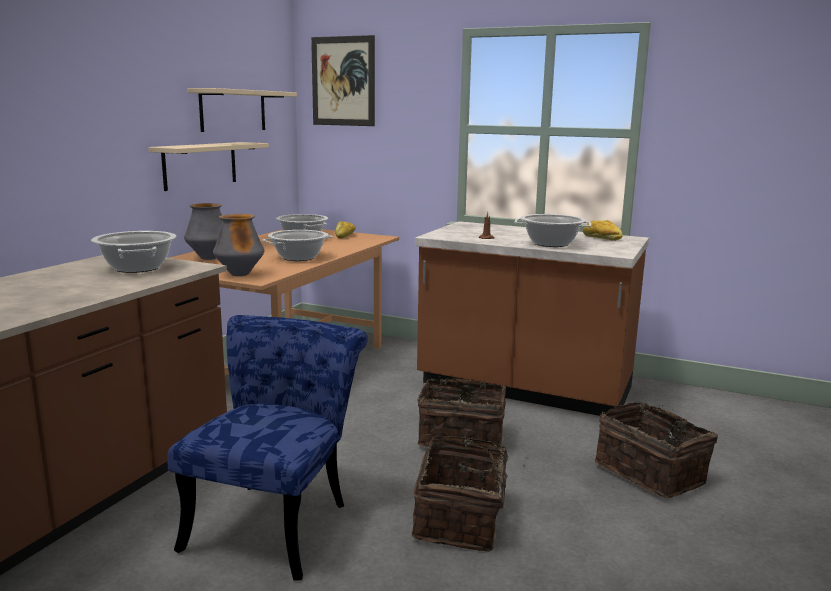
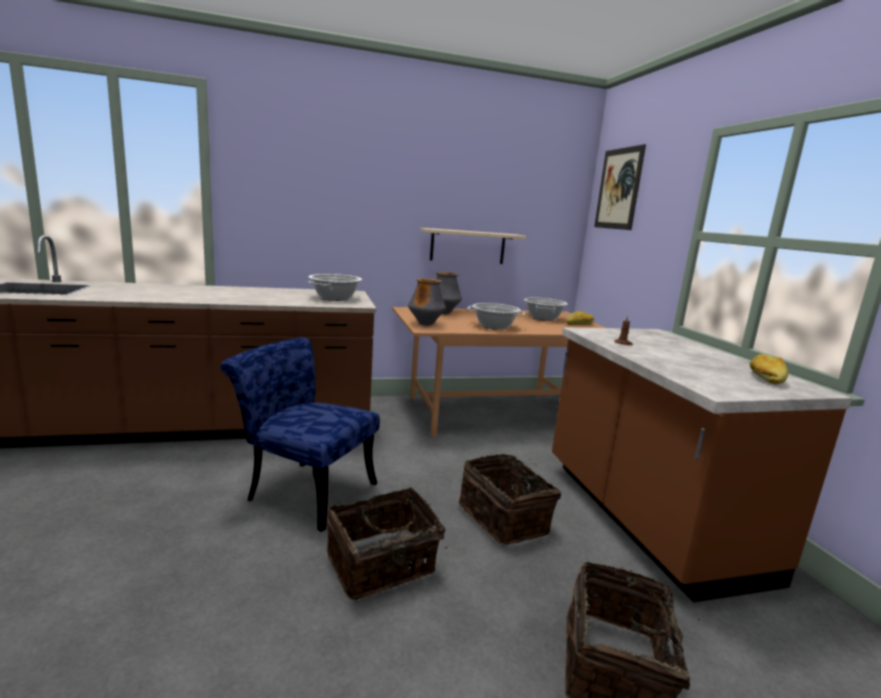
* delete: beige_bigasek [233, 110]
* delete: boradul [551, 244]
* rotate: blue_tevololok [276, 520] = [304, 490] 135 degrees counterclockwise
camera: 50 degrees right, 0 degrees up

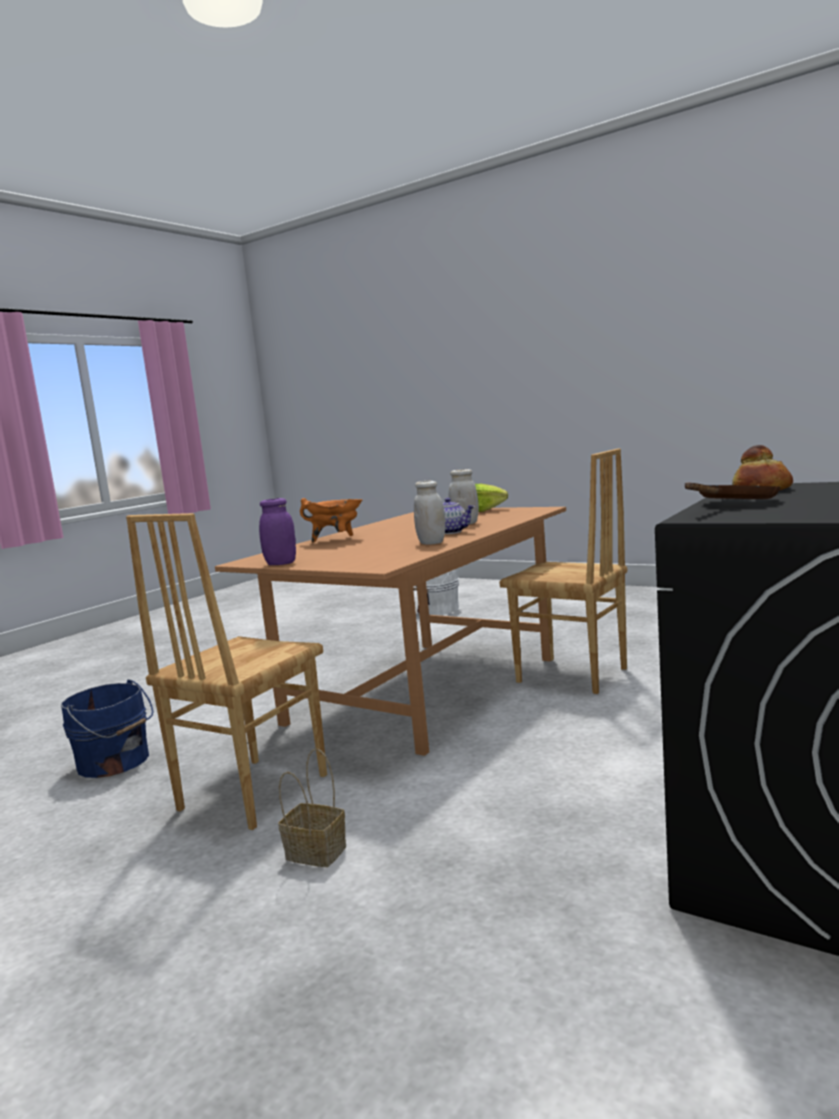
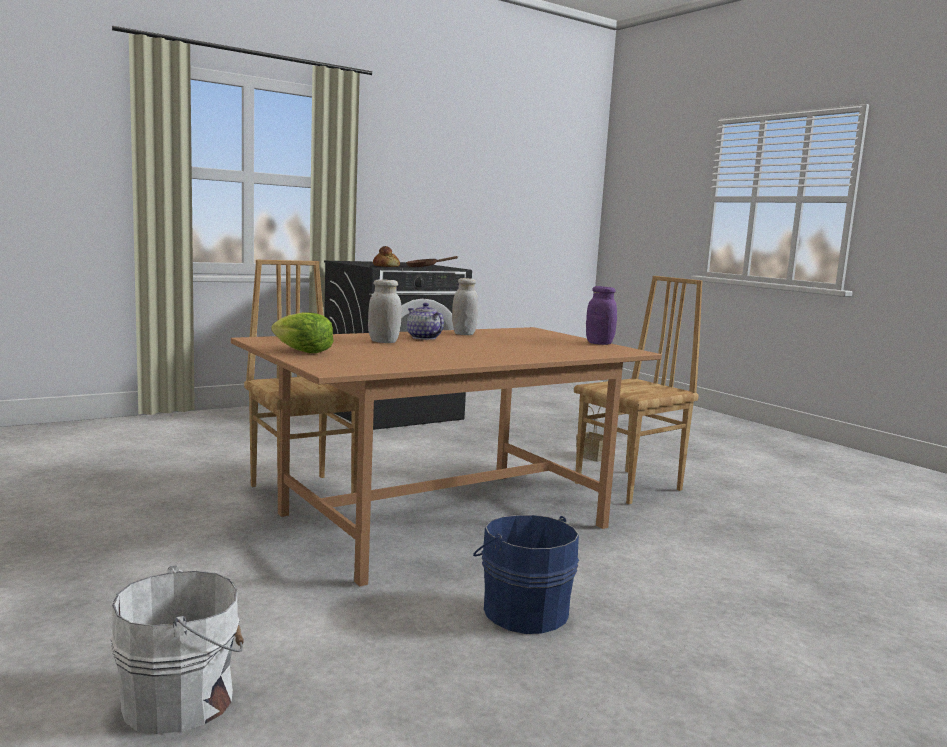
* delete: orange_boradul [337, 540]
* move: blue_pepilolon [115, 763] to [523, 611]
camera: 160 degrees left, 0 degrees up

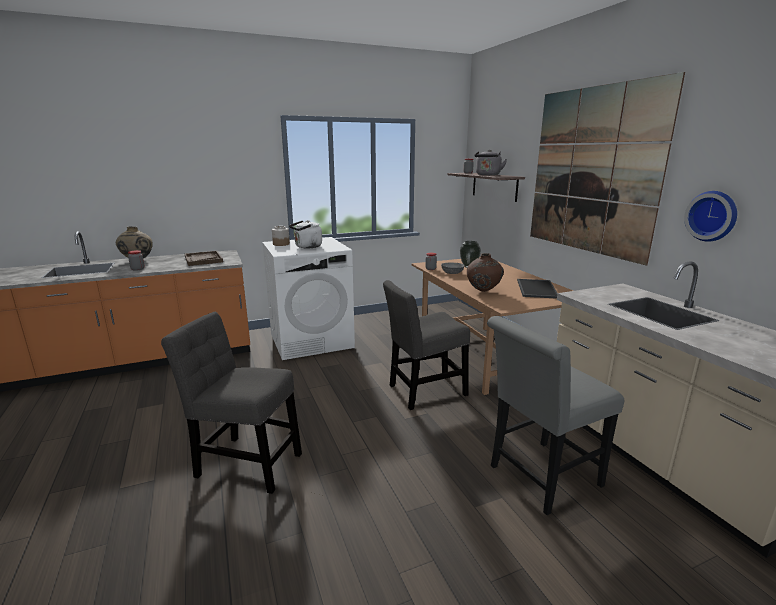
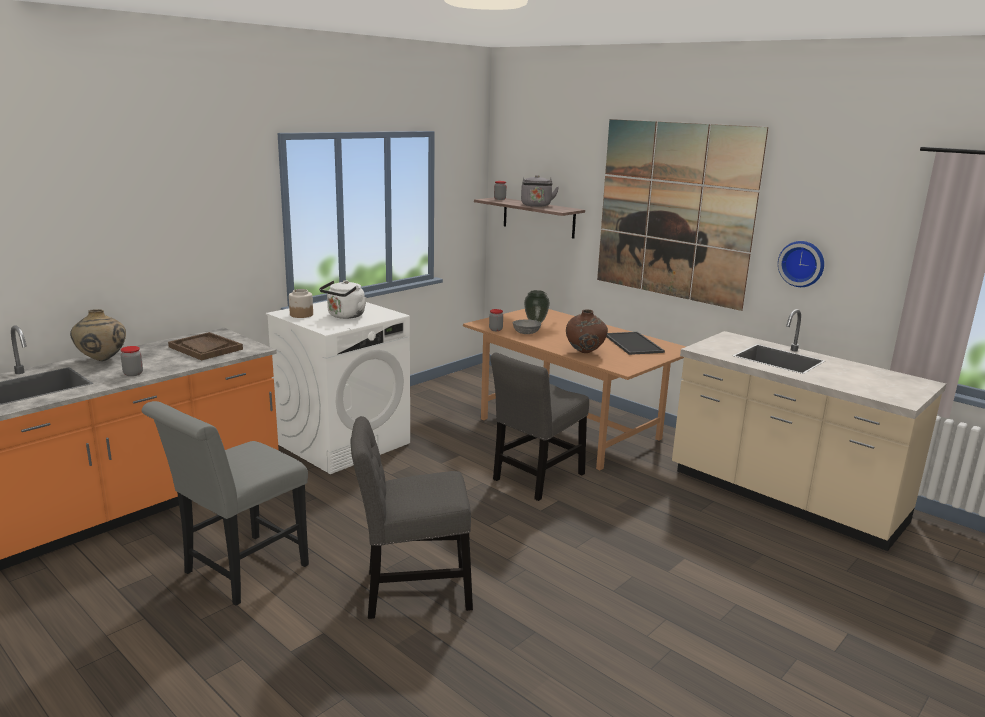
* move: grey_tevololok [539, 478] to [239, 572]
camera: 25 degrees left, 0 degrees up

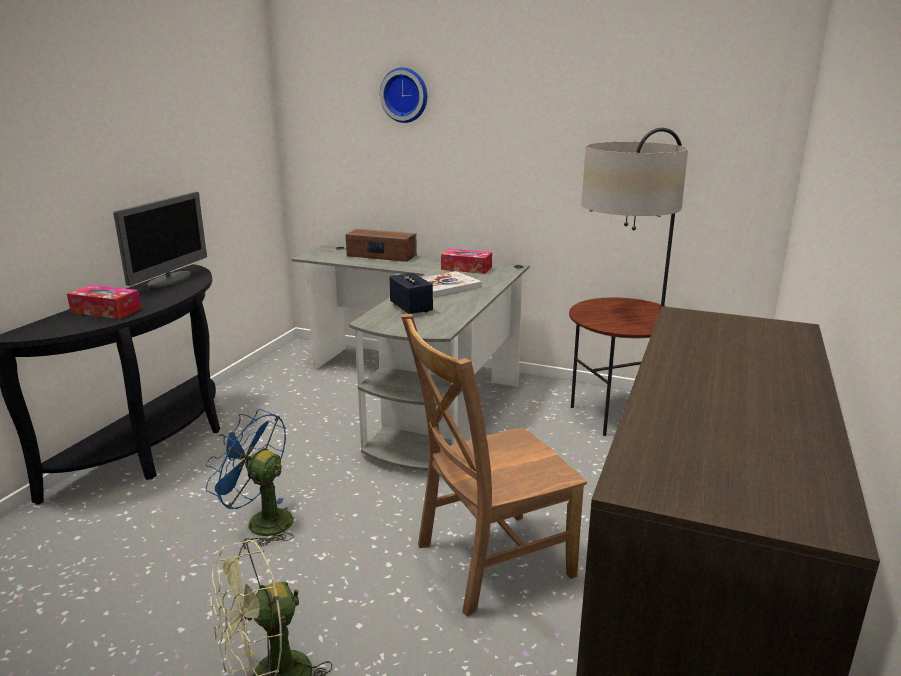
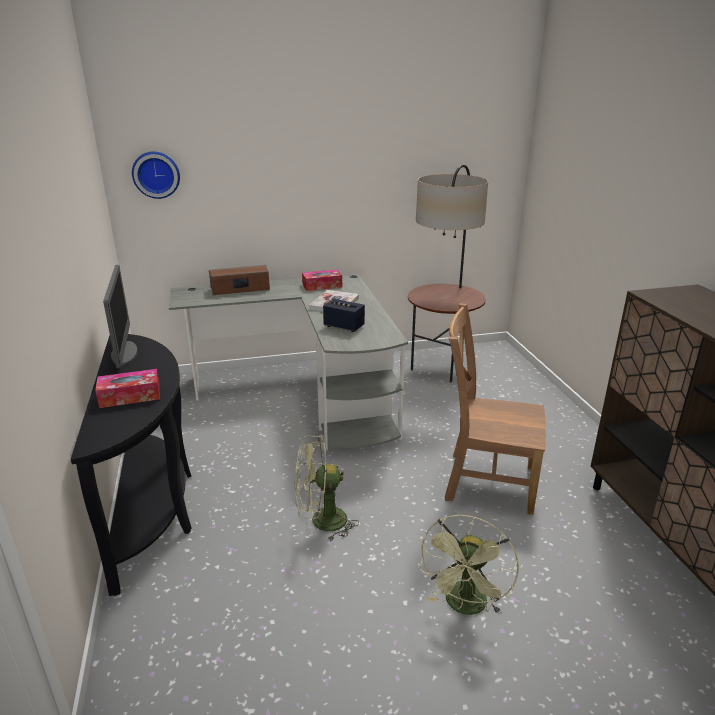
* move: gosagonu [405, 95] to [156, 174]
* recolor: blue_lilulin [261, 521] to green_lilulin [321, 522]
* rotate: brown_tevololok [488, 562] = [485, 482] 75 degrees clockwise
camera: 35 degrees left, 5 degrees up

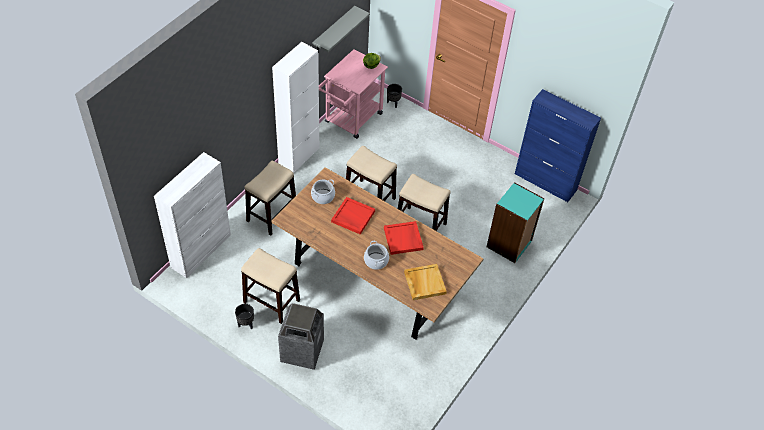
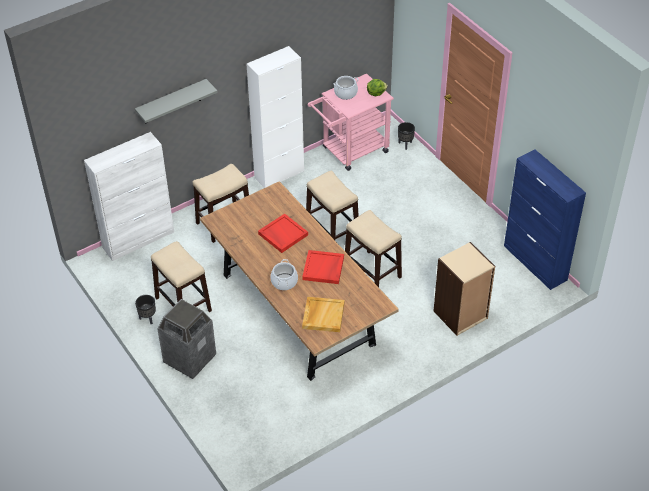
* move: boradul [323, 196] to [345, 93]
* move: grey_bigasek [333, 31] to [172, 102]
* recolor: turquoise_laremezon [509, 244] to beige_laremezon [460, 315]
camera: 25 degrees right, 5 degrees down

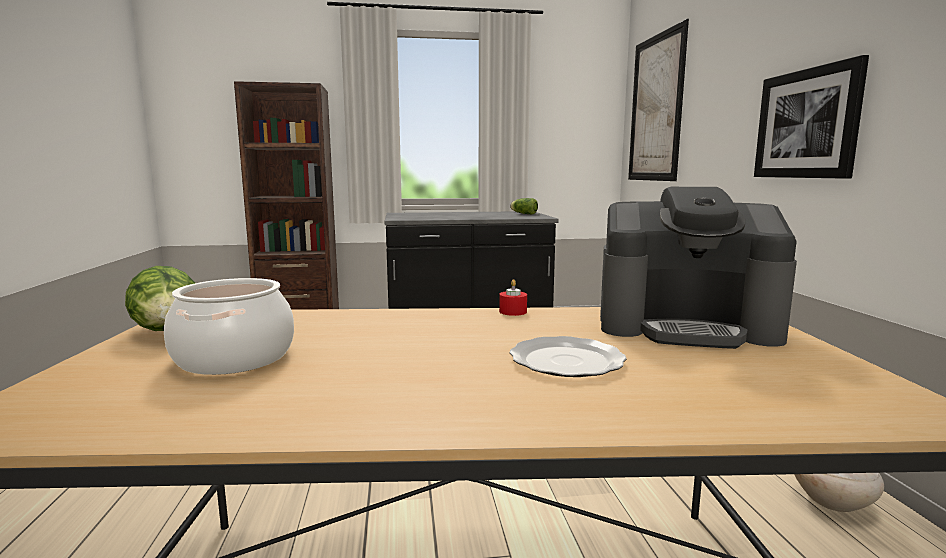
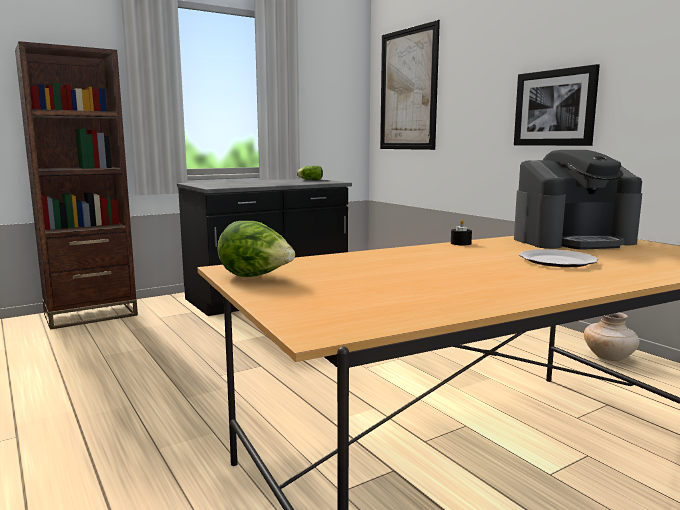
* delete: boradul [234, 358]
* recolor: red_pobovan [513, 311] to black_pobovan [460, 243]
camera: 25 degrees left, 0 degrees up

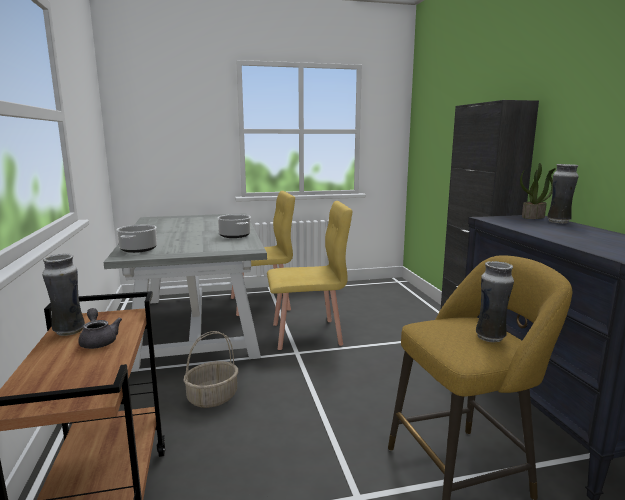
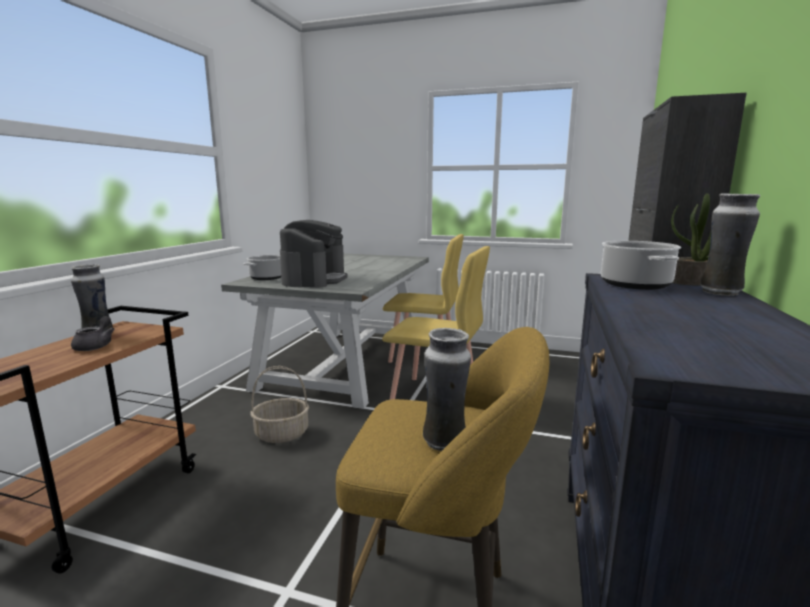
* insert: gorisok [314, 279]
* move: boradul [235, 235] to [636, 285]
camera: 30 degrees right, 0 degrees up

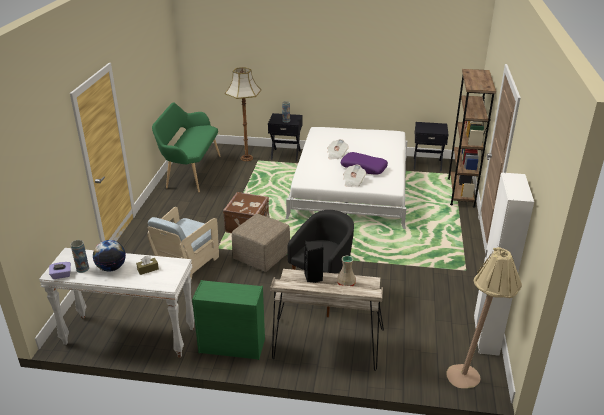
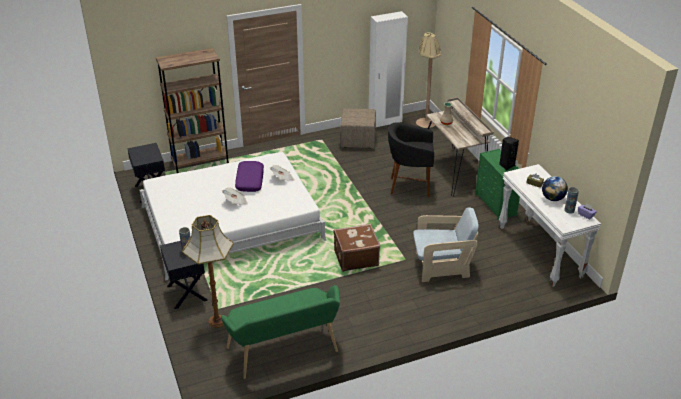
* move: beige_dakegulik [261, 257] to [358, 140]
* move: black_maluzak [313, 278] to [506, 165]
camera: 120 degrees left, 5 degrees up

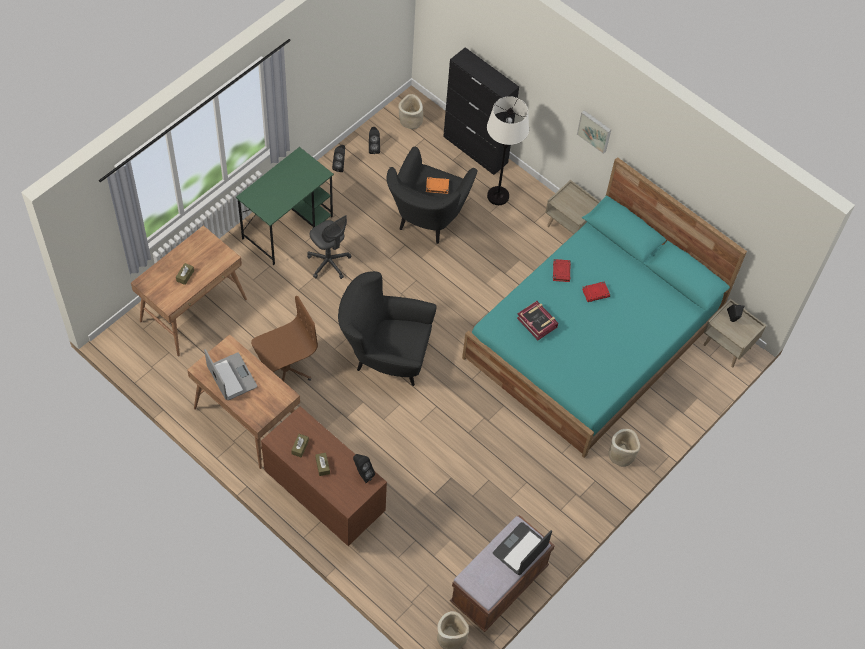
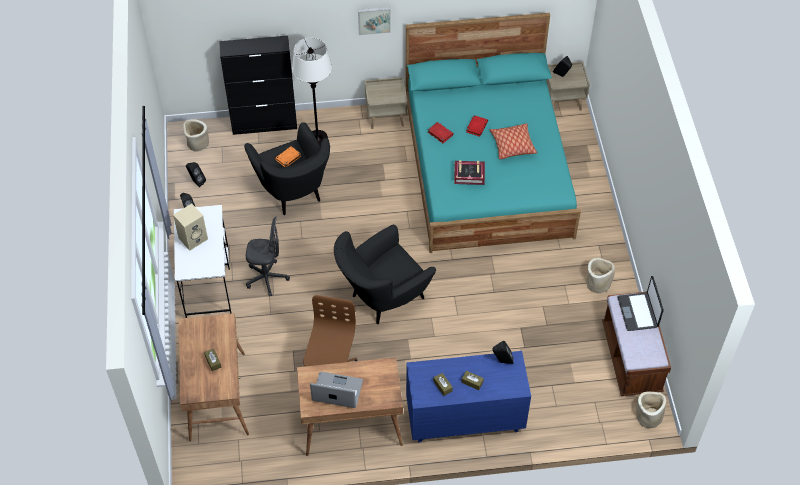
* insert: beige_maluzak [193, 238]
* insert: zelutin [512, 145]
* move: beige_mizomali [621, 455] to [598, 283]
* recolor: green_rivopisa [288, 227] to white_rivopisa [207, 282]
* recolor: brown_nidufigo [324, 496] to blue_nidufigo [464, 419]
camera: 45 degrees left, 5 degrees down

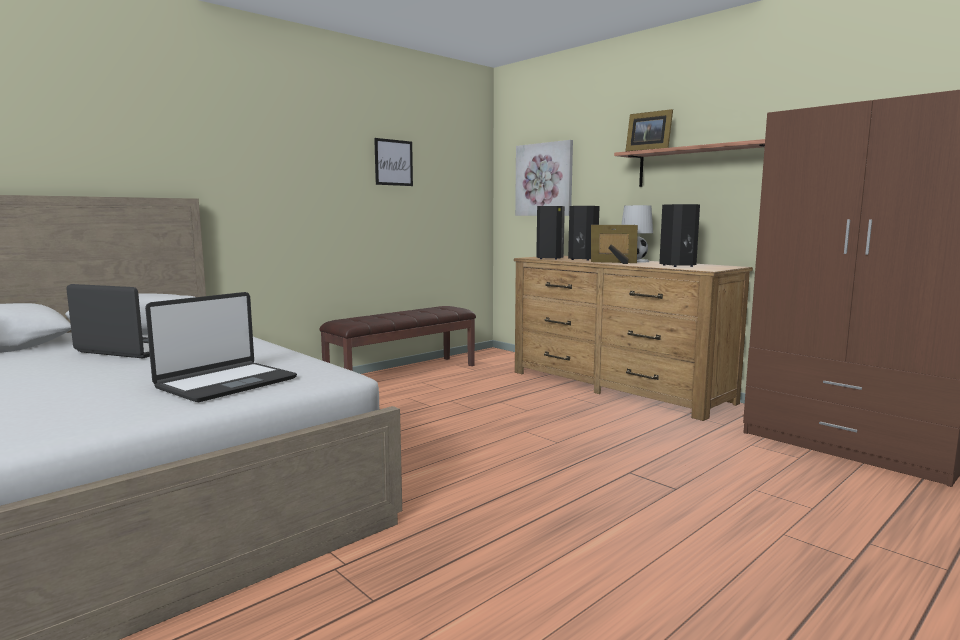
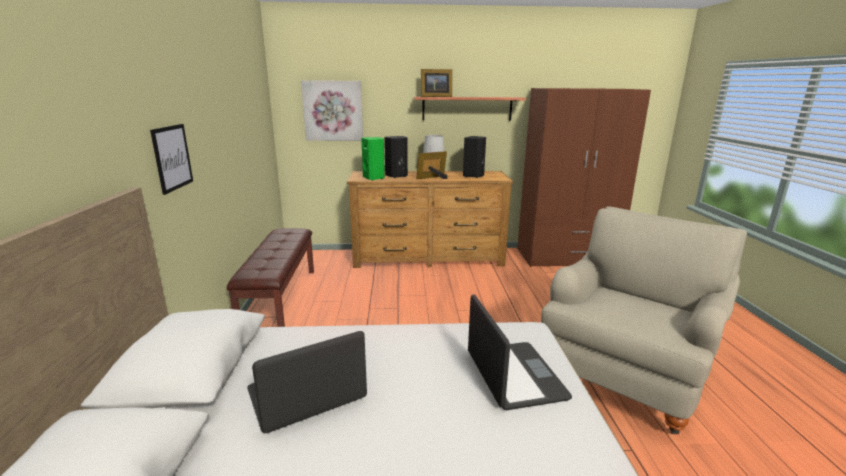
* insert: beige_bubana [626, 371]
* move: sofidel [393, 162] to [172, 157]
* recolor: black_maluzak [550, 258] to green_maluzak [374, 178]
camera: 50 degrees left, 10 degrees up

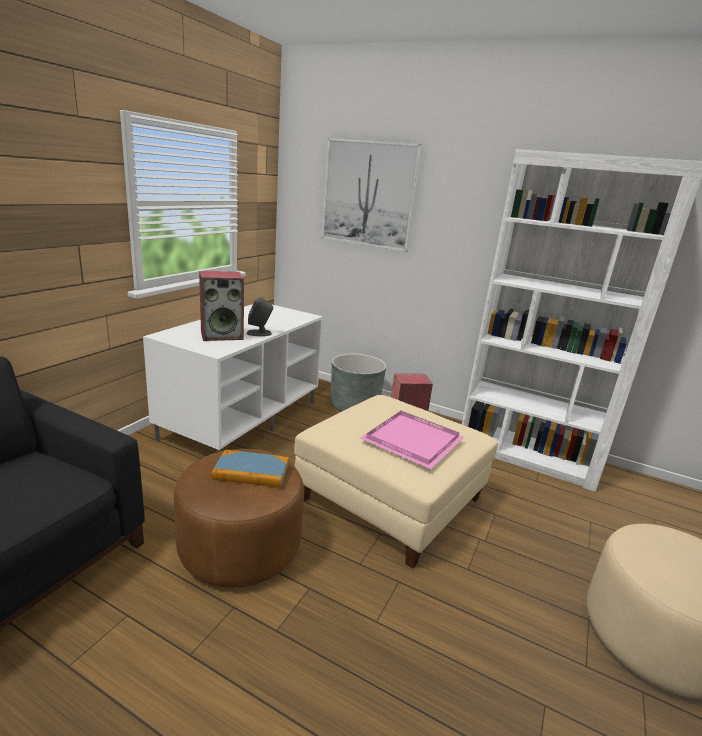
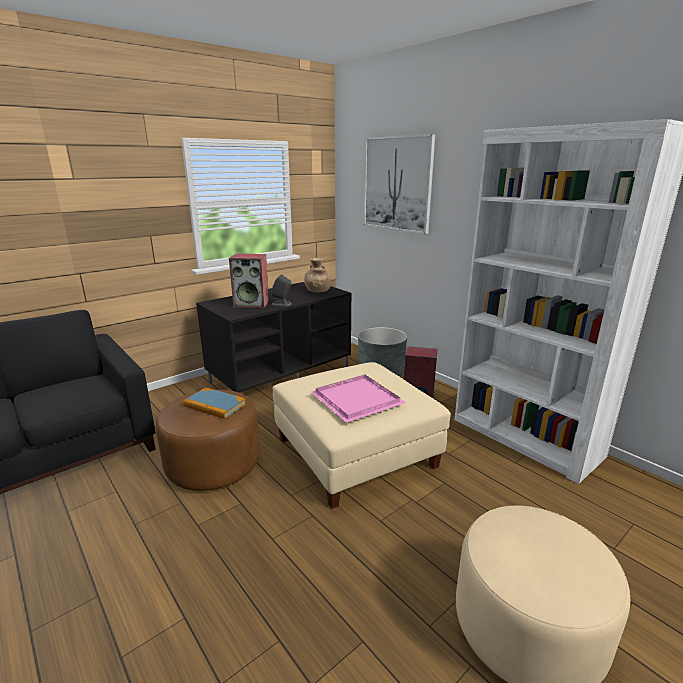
* insert: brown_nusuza [317, 291]
* recolor: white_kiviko [242, 418] to black_kiviko [281, 374]
camera: 25 degrees right, 0 degrees up

